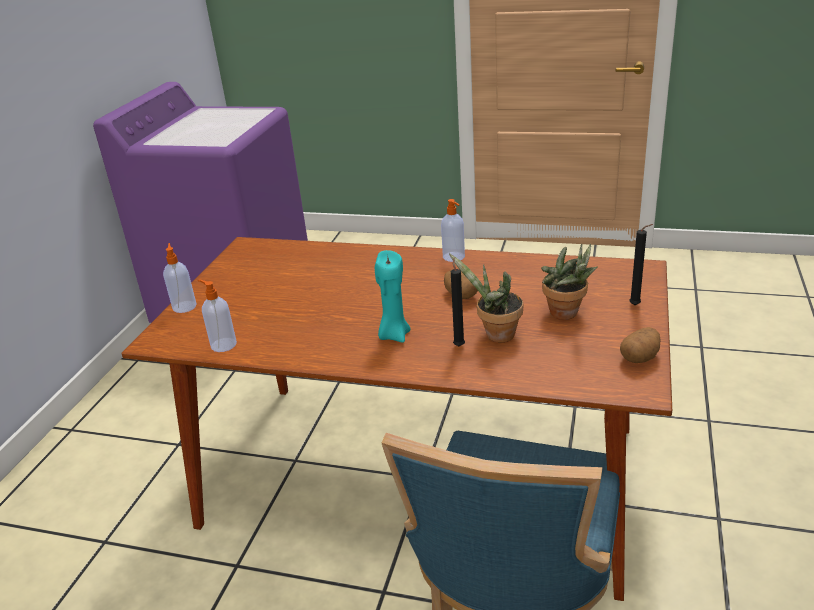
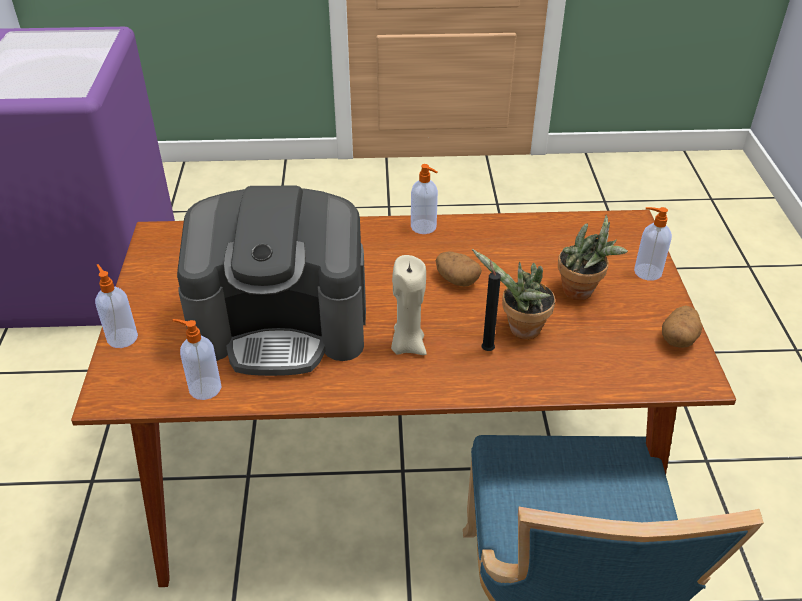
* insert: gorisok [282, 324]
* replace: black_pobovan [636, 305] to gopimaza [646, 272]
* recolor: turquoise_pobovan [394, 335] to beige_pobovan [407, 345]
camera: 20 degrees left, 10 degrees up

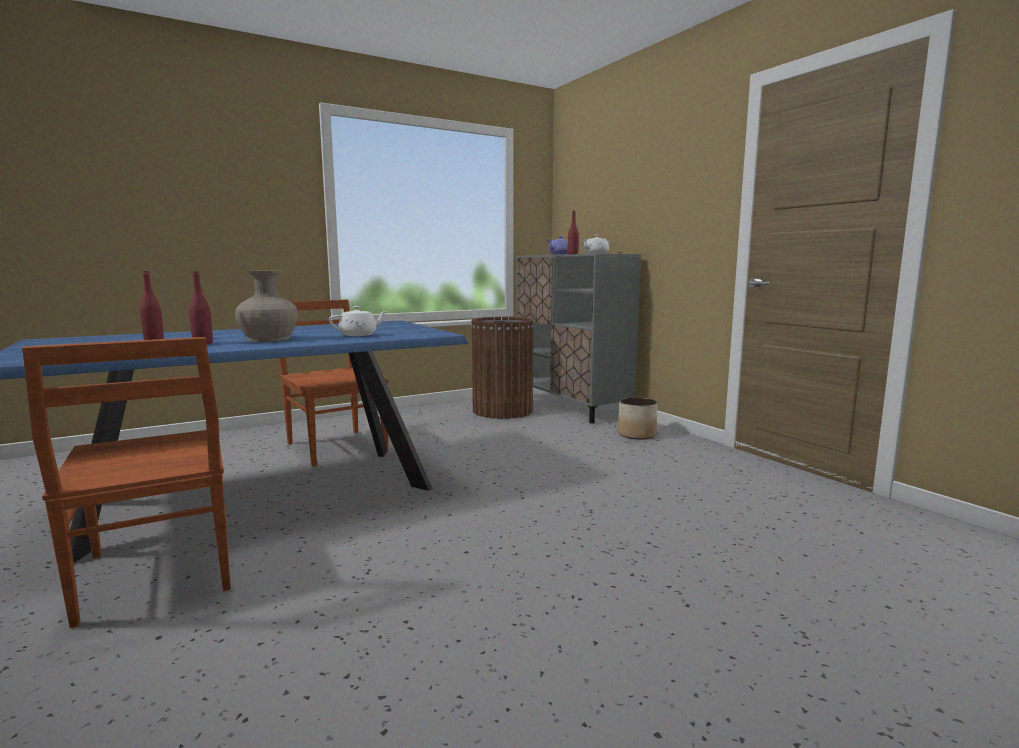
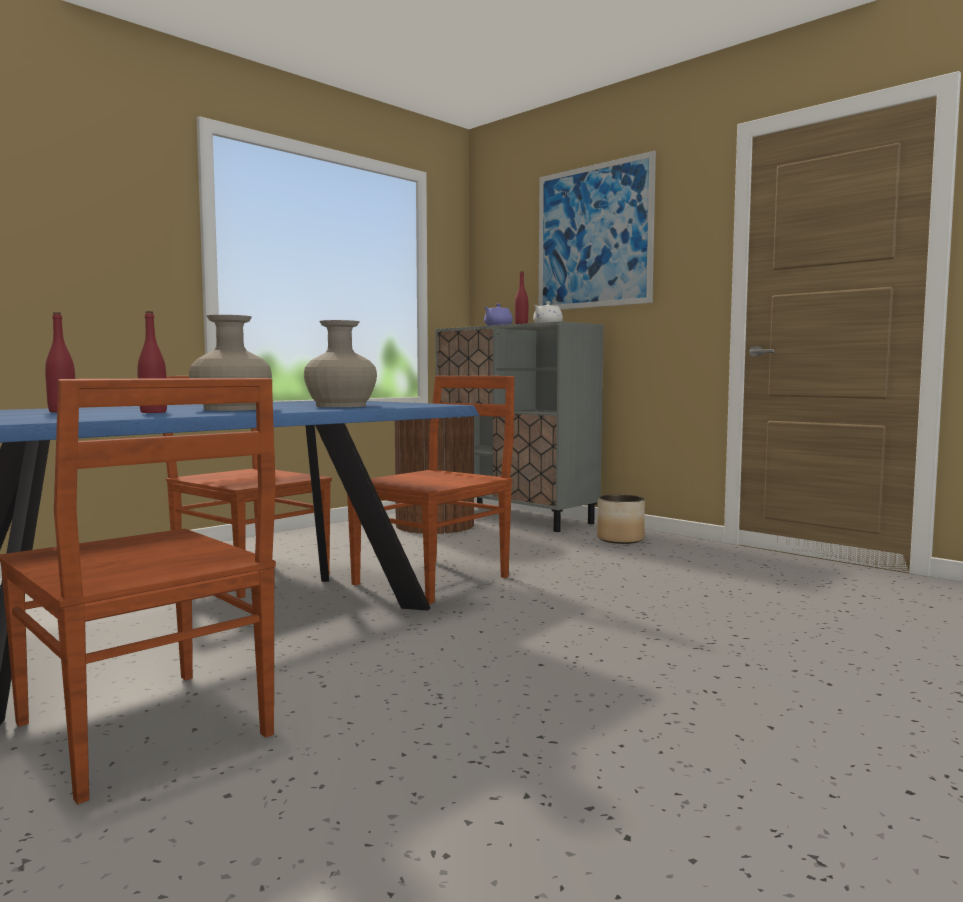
* insert: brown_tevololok [434, 579]
* insert: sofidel [593, 236]
* replace: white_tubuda [359, 335] to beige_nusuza [340, 406]
camera: 15 degrees left, 5 degrees down

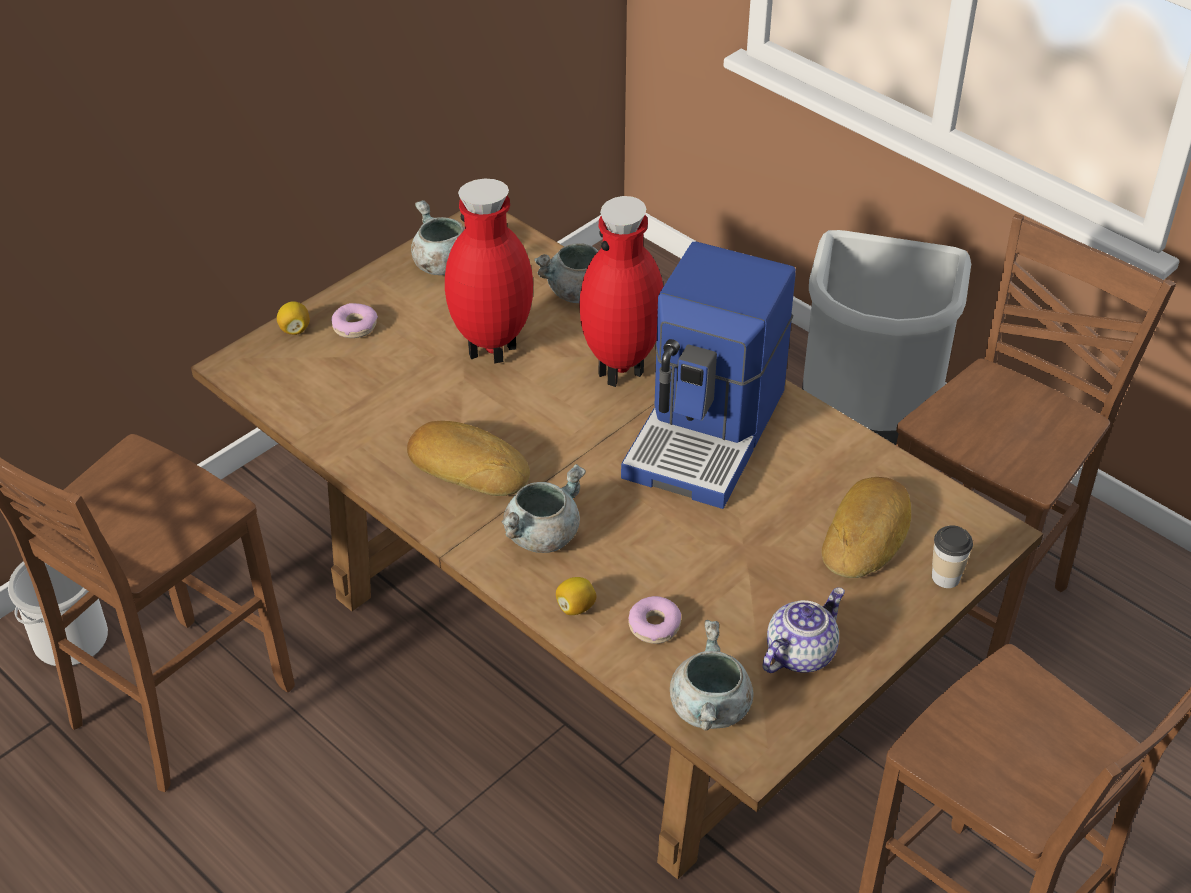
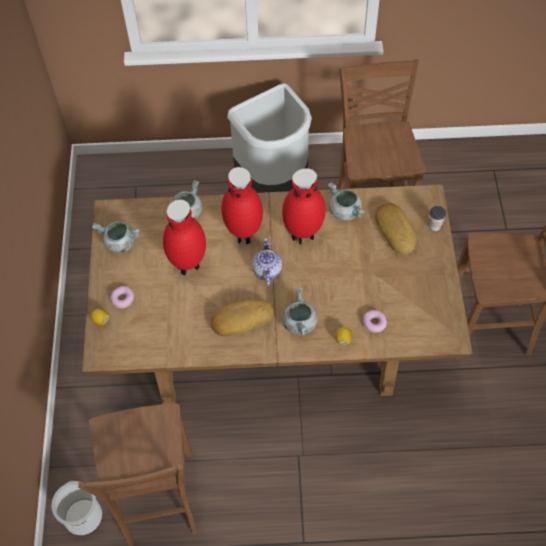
* move: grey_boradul [711, 709] to [345, 211]
* move: tubuda [800, 653] to [266, 270]
* replace: gorisok [708, 432] to red_nusuza [303, 234]
camera: 45 degrees left, 15 degrees up

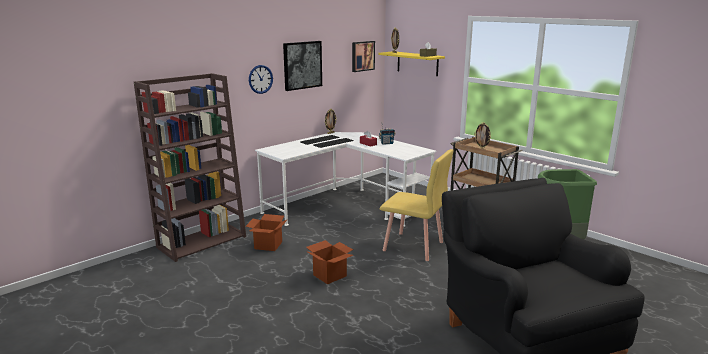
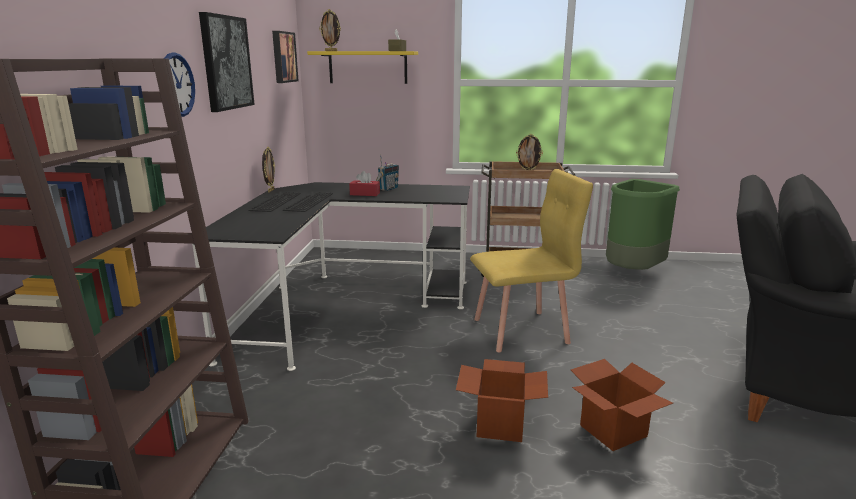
* move: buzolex [268, 245] to [613, 430]
* recolor: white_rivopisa [346, 206] to black_rivopisa [340, 306]
camera: 40 degrees left, 0 degrees up

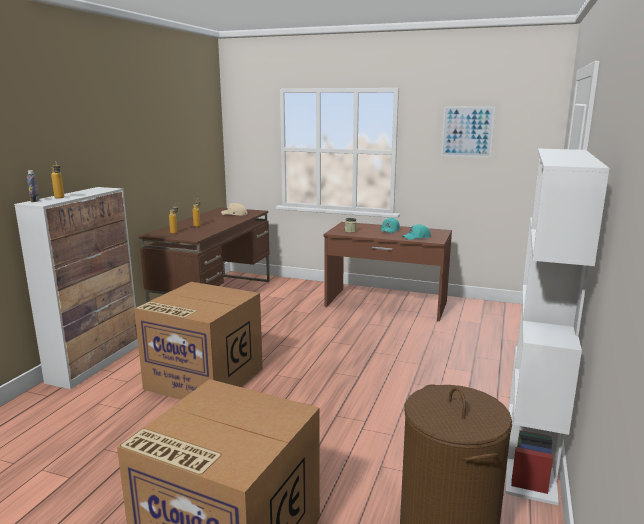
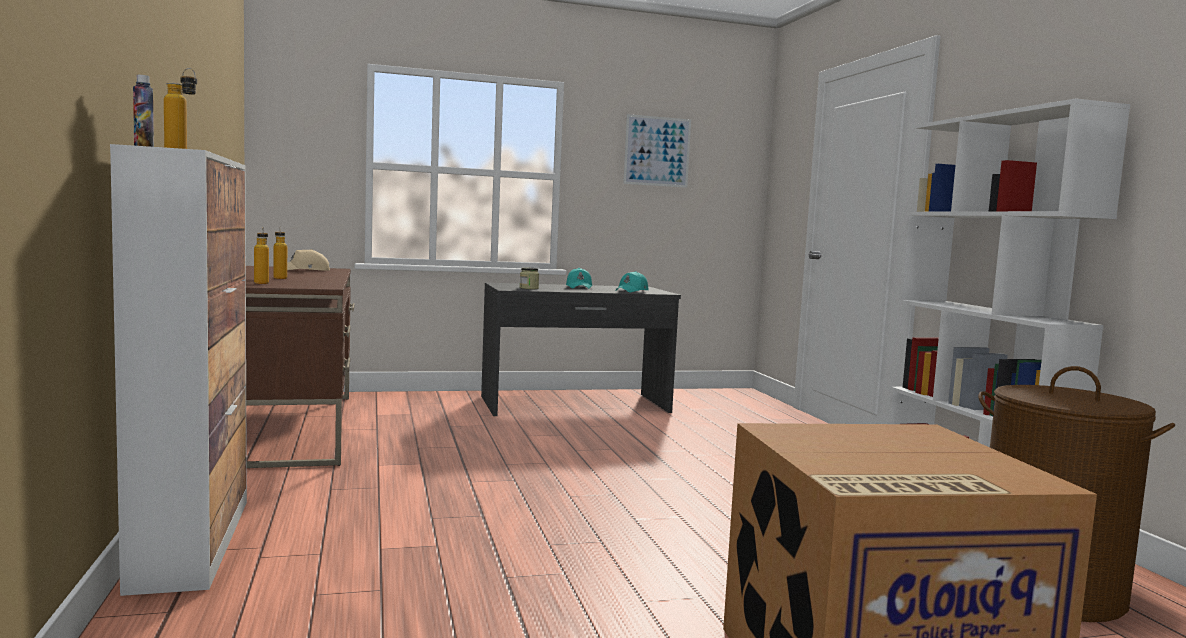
* delete: buzolex [203, 379]
* recolor: brown_rivopisa [386, 304] to grey_rivopisa [575, 405]
camera: 35 degrees left, 10 degrees down

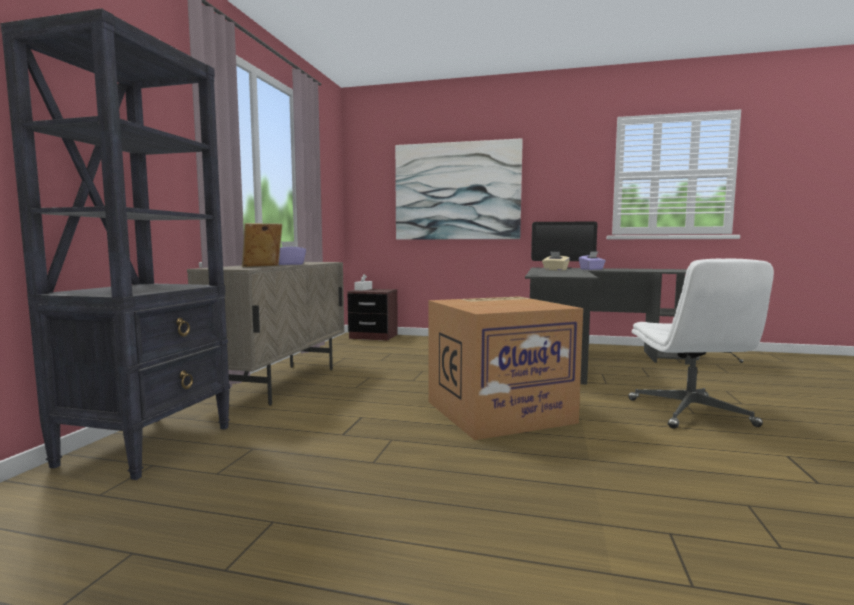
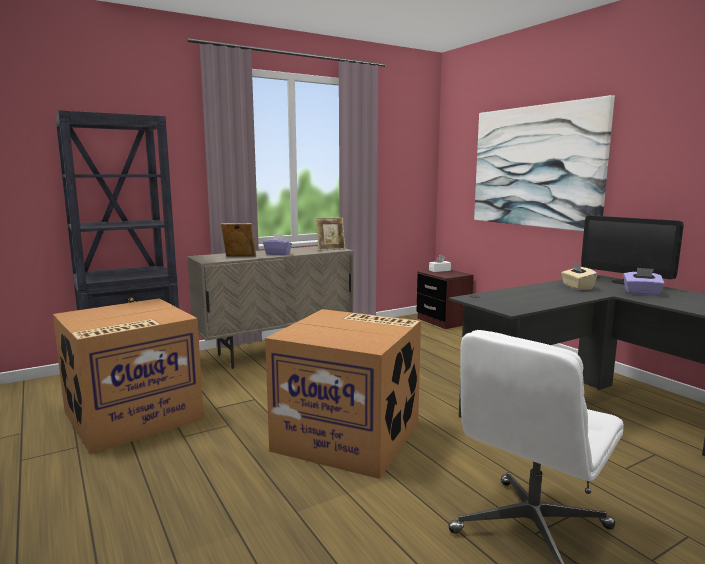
* insert: buzolex [132, 416]
* insert: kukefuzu [330, 249]
camera: 45 degrees right, 5 degrees up

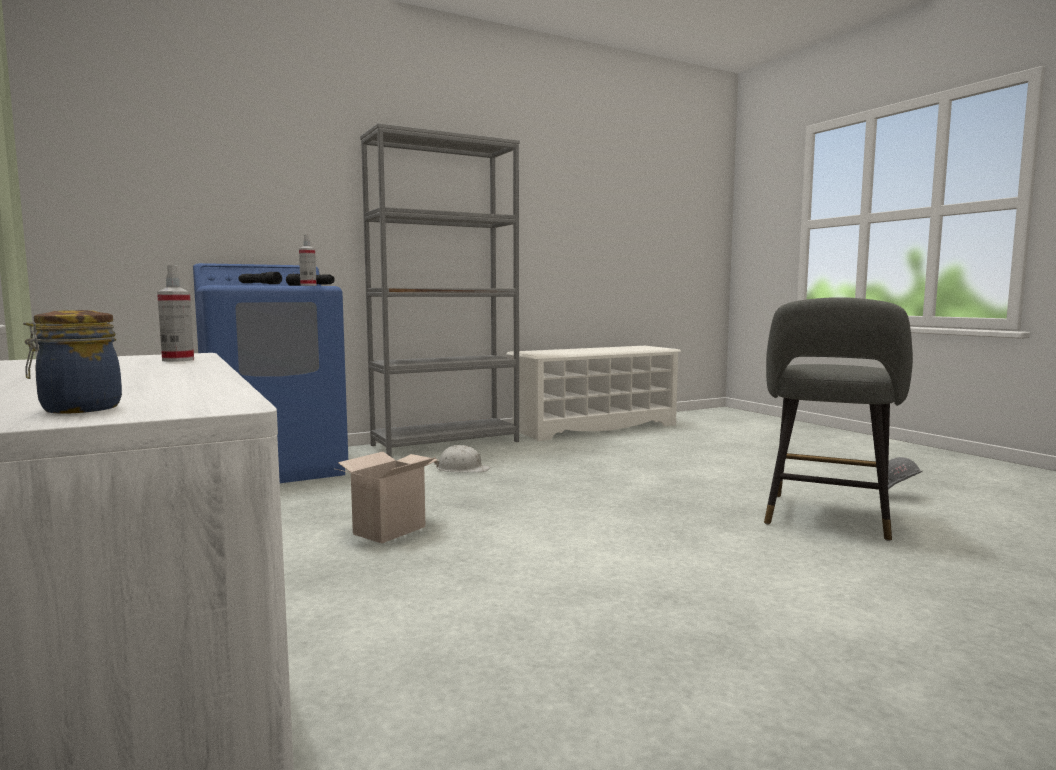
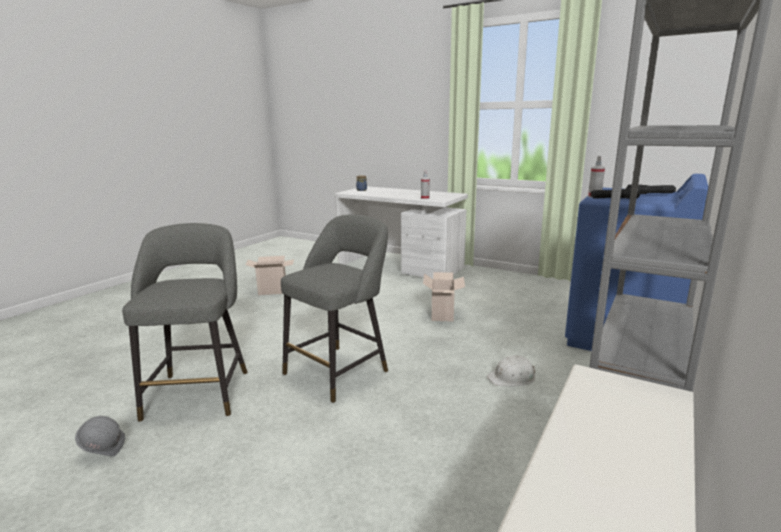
* insert: buzolex [273, 290]
* insert: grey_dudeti [340, 370]
camera: 150 degrees right, 10 degrees up

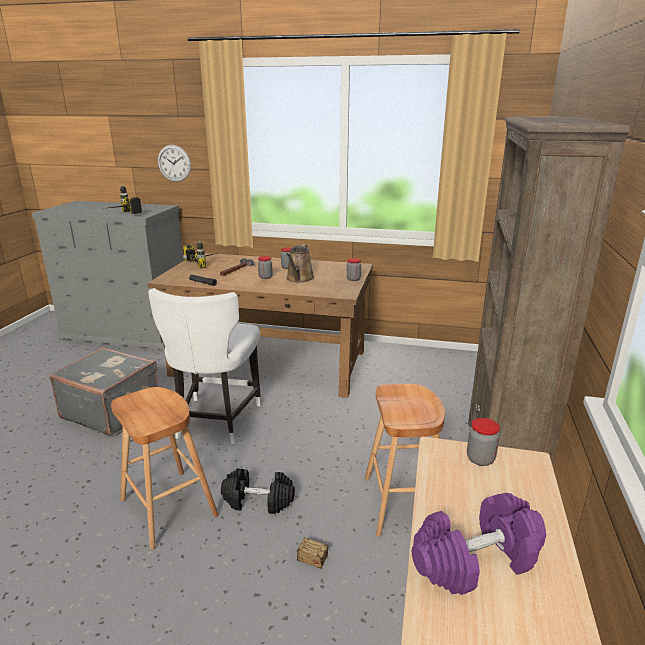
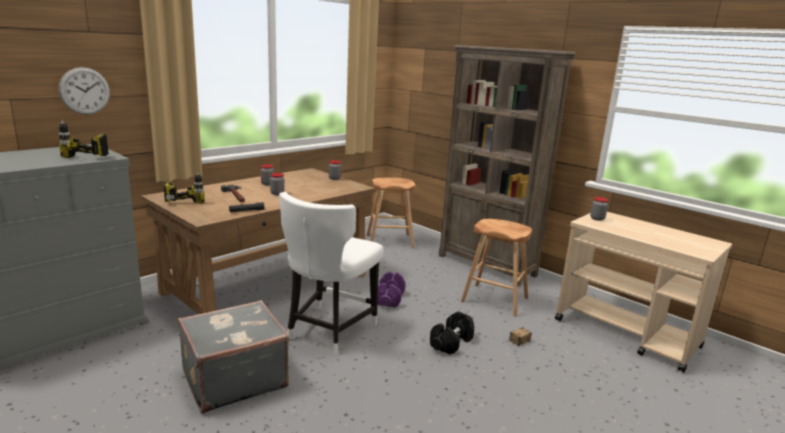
* delete: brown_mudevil [299, 279]
* move: brown_dudeti [168, 507] to [389, 241]
* move: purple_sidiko [476, 561] to [389, 298]
* rotate: white_tevololok [215, 421] = [328, 331] 75 degrees clockwise
camera: 60 degrees left, 5 degrees down

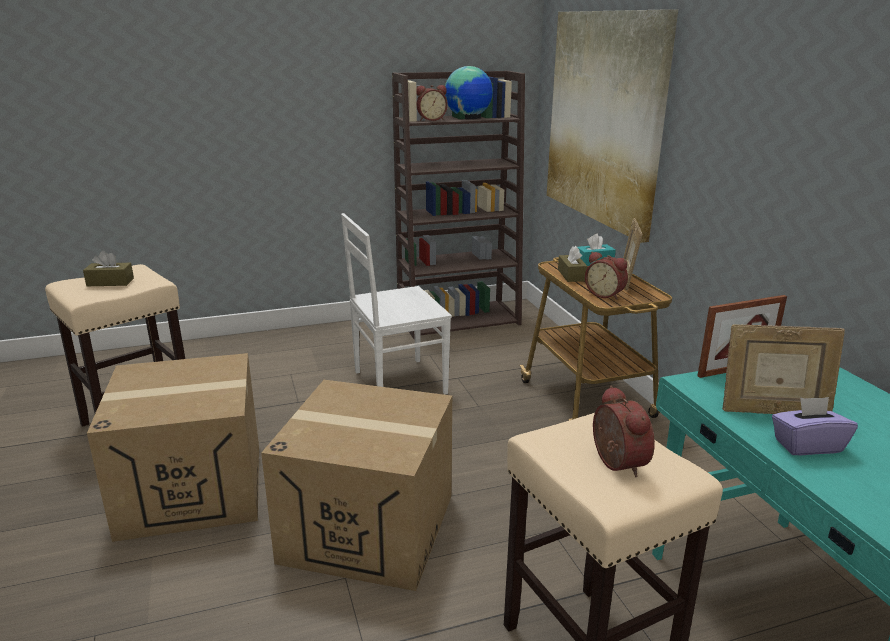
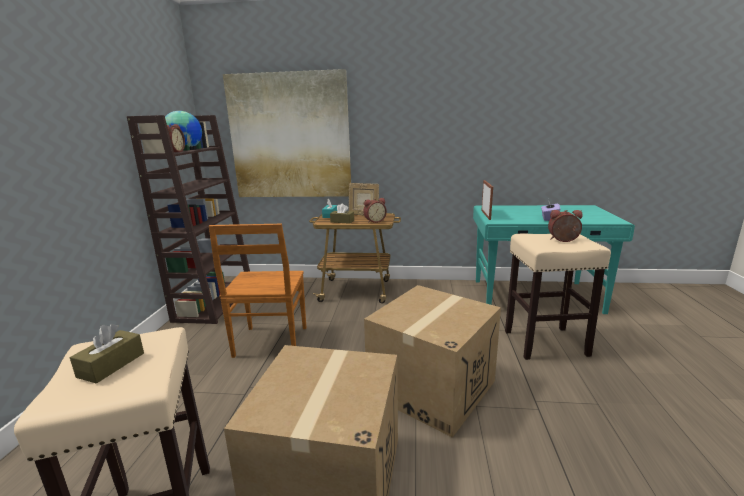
* delete: kukefuzu [772, 412]
* recolor: white_tevololok [397, 383] to brown_tevololok [270, 343]
camera: 65 degrees left, 5 degrees down

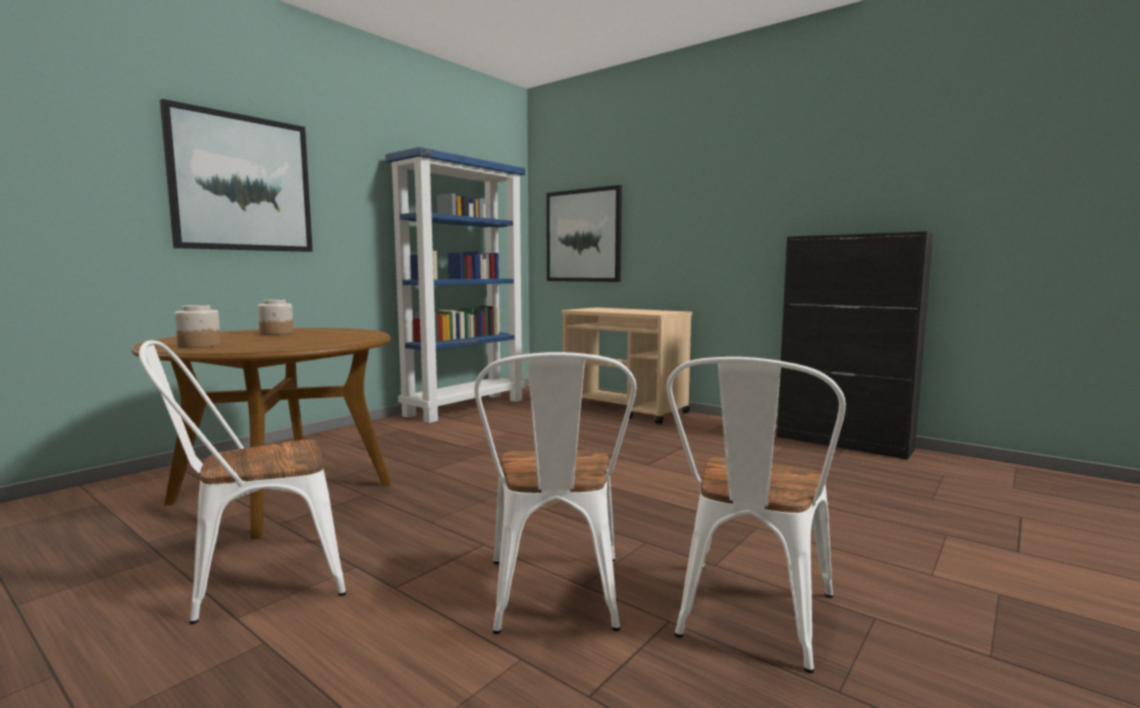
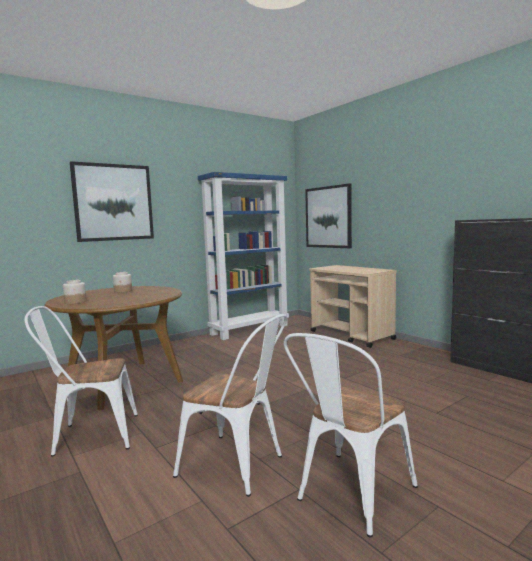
* rotate: white_tevololok [555, 600] = [238, 466] 75 degrees counterclockwise
camera: 15 degrees right, 0 degrees up

